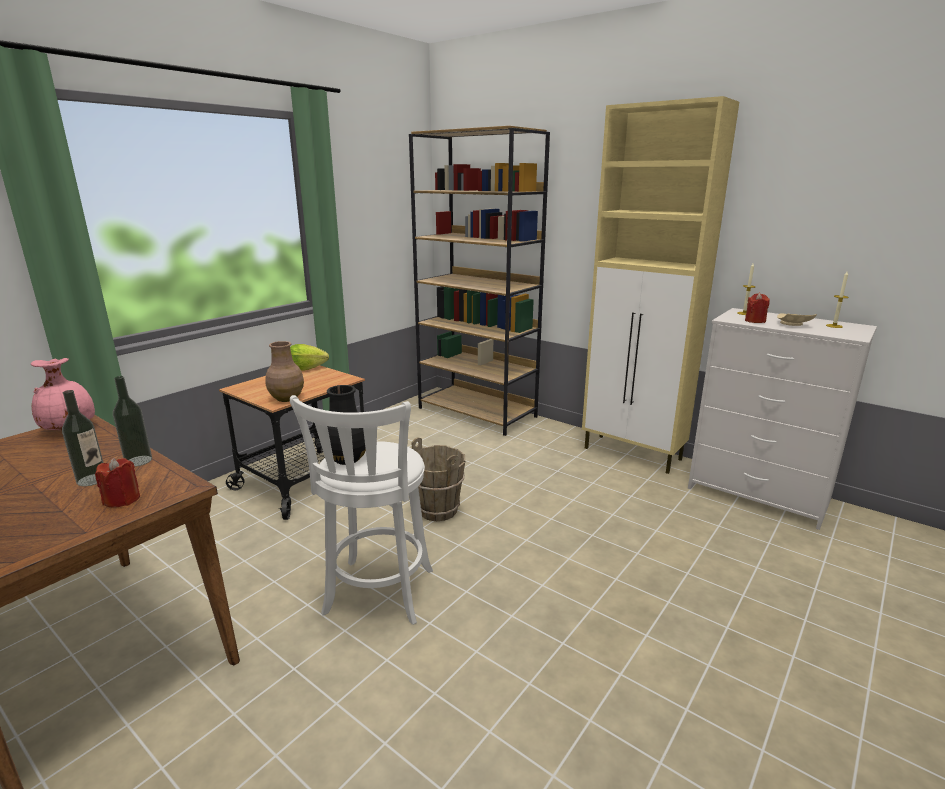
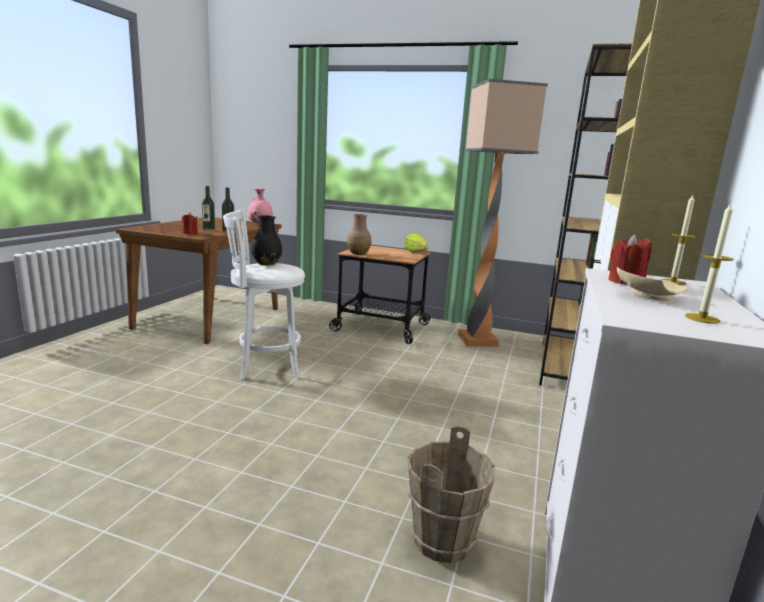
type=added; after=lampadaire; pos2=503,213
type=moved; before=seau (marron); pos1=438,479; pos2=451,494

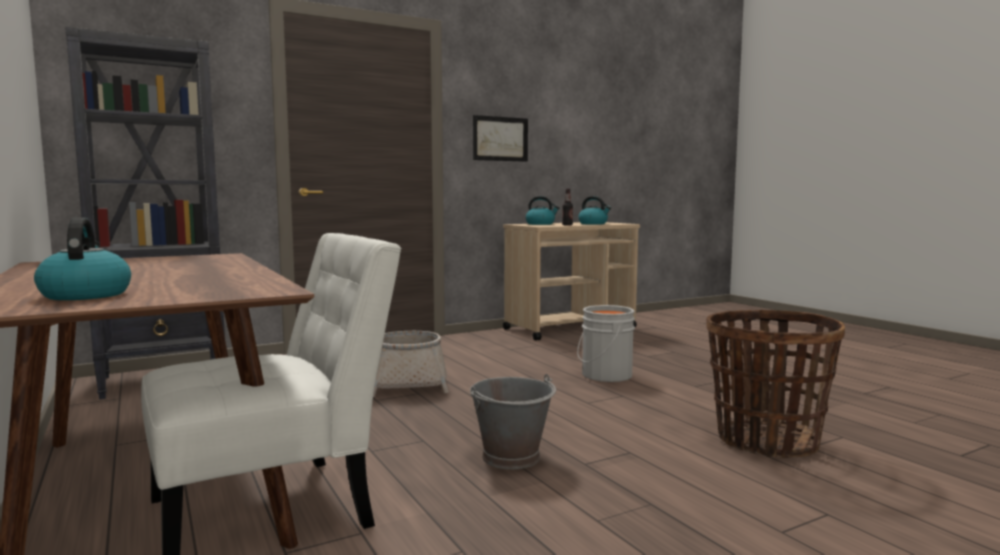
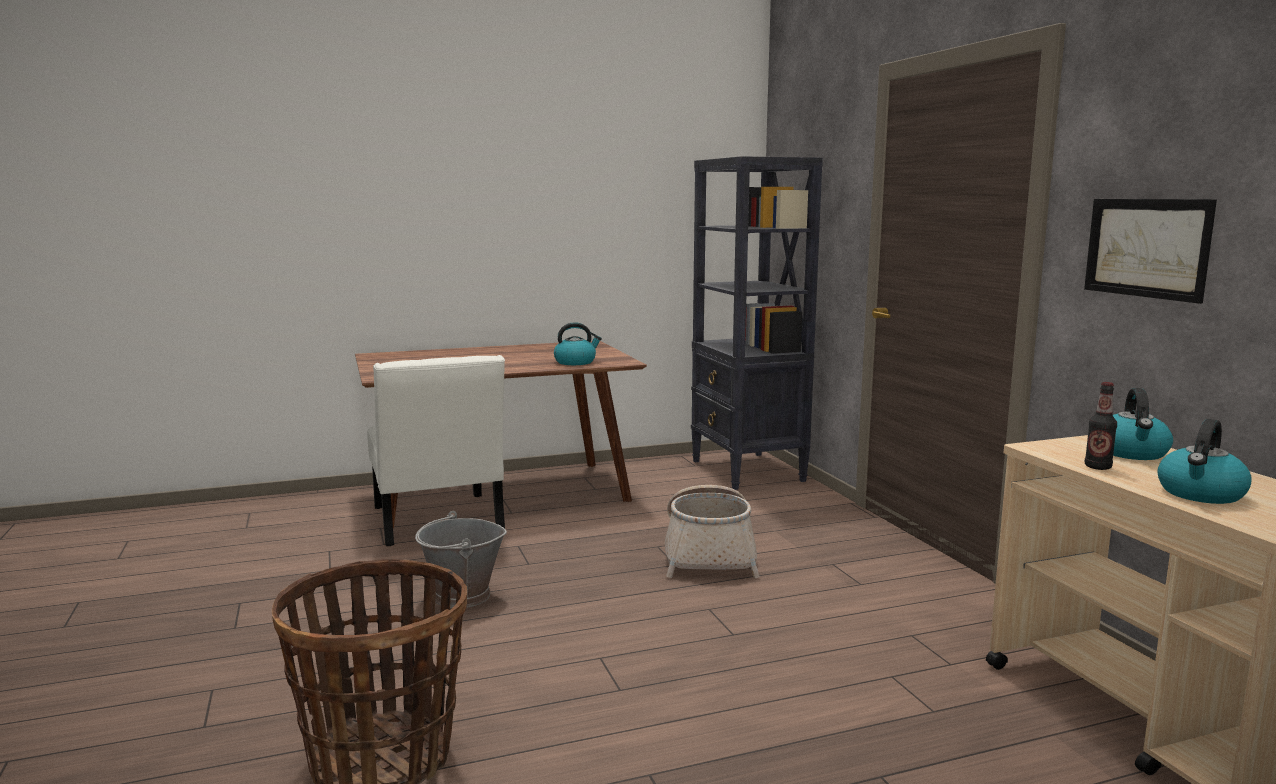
type=removed; before=seau (gris); pos1=606,343
type=moved; before=bouilloire; pos1=82,258; pos2=578,343

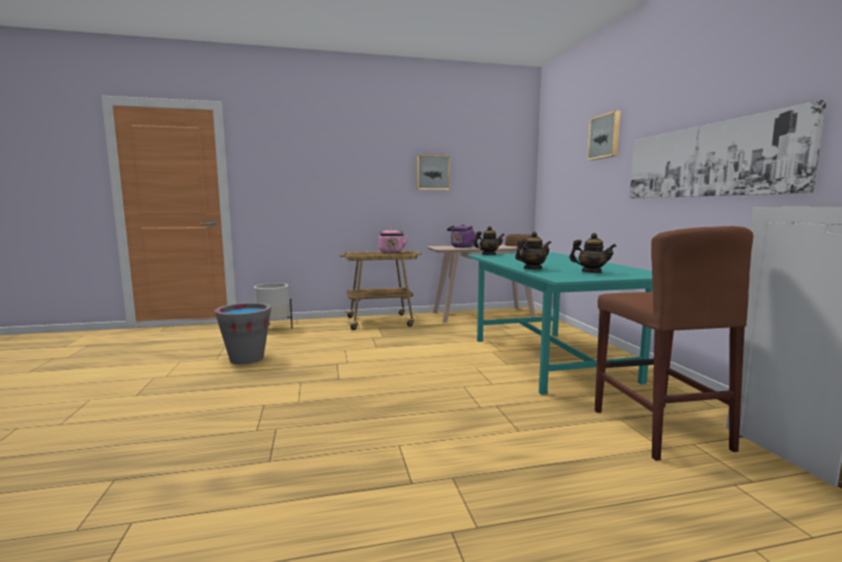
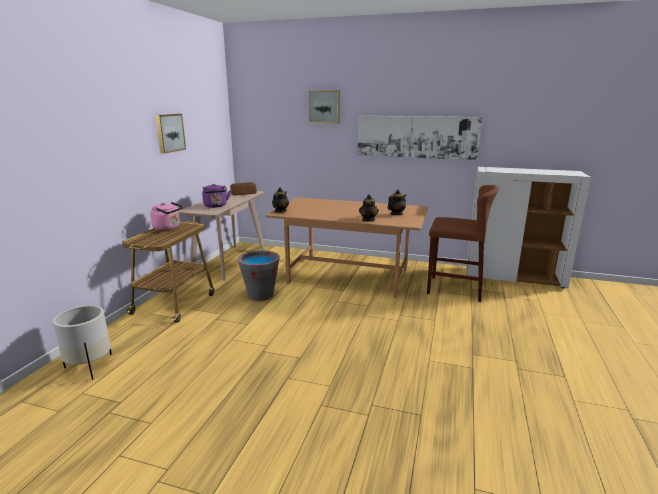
type=moved; before=seau (gris); pos1=243,334; pos2=258,275
type=recoloured; before=table à manger (turquoise); after=table à manger (marron); pos1=560,323; pos2=347,247

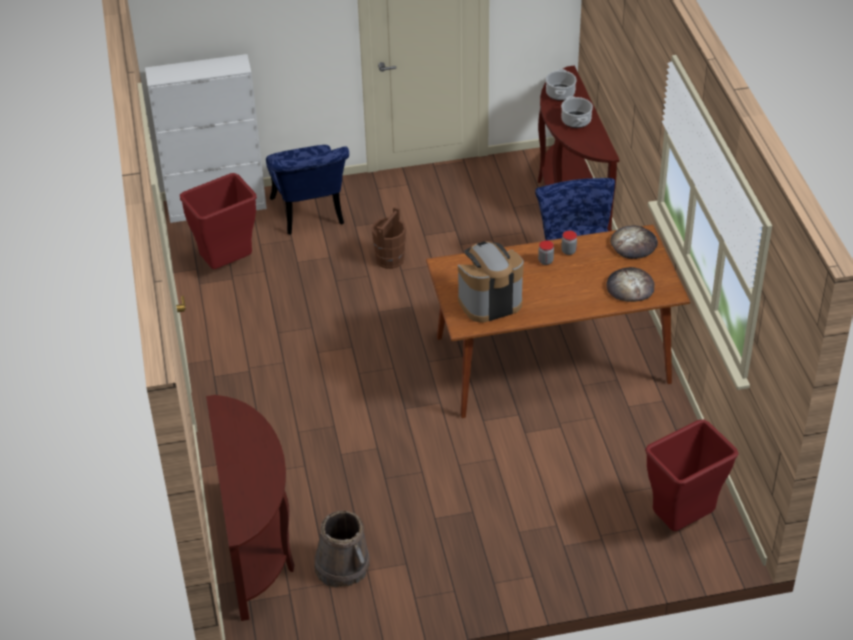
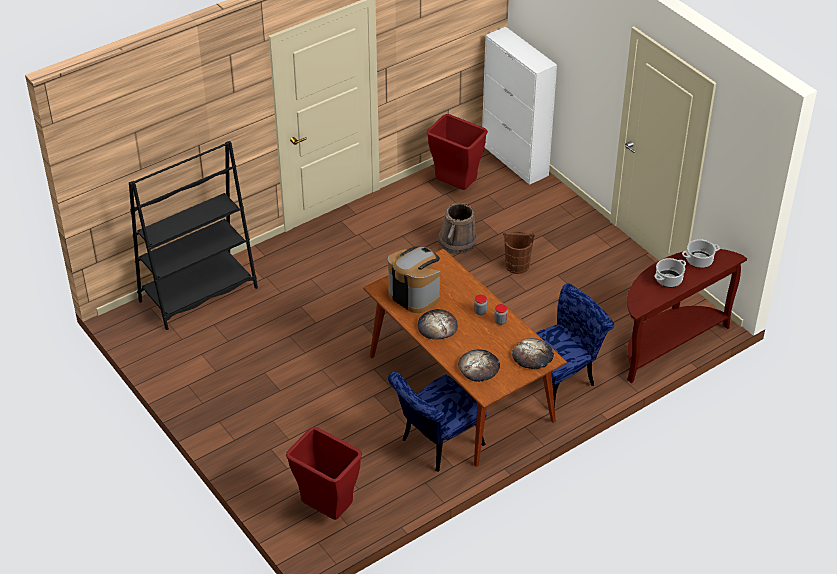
type=added; after=pain; pos2=437,324
type=moved; before=chaise (bleu); pos1=307,190; pos2=437,421
type=moved; before=seau (marron); pos1=342,549; pos2=457,229
type=replaced; before=table console (marron); after=bibliothèque (noir); pos1=250,508; pos2=193,235

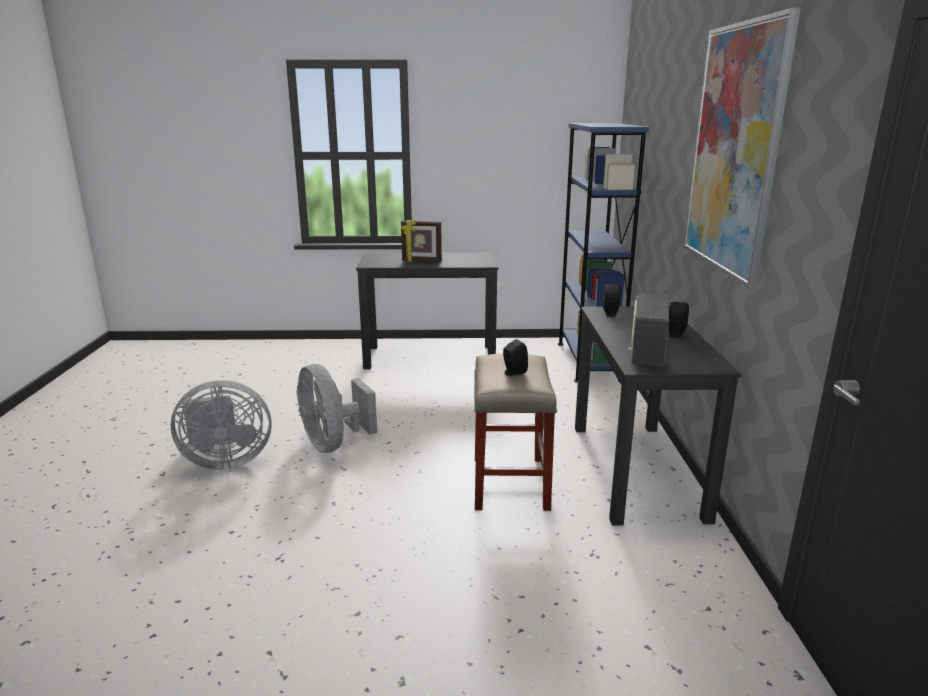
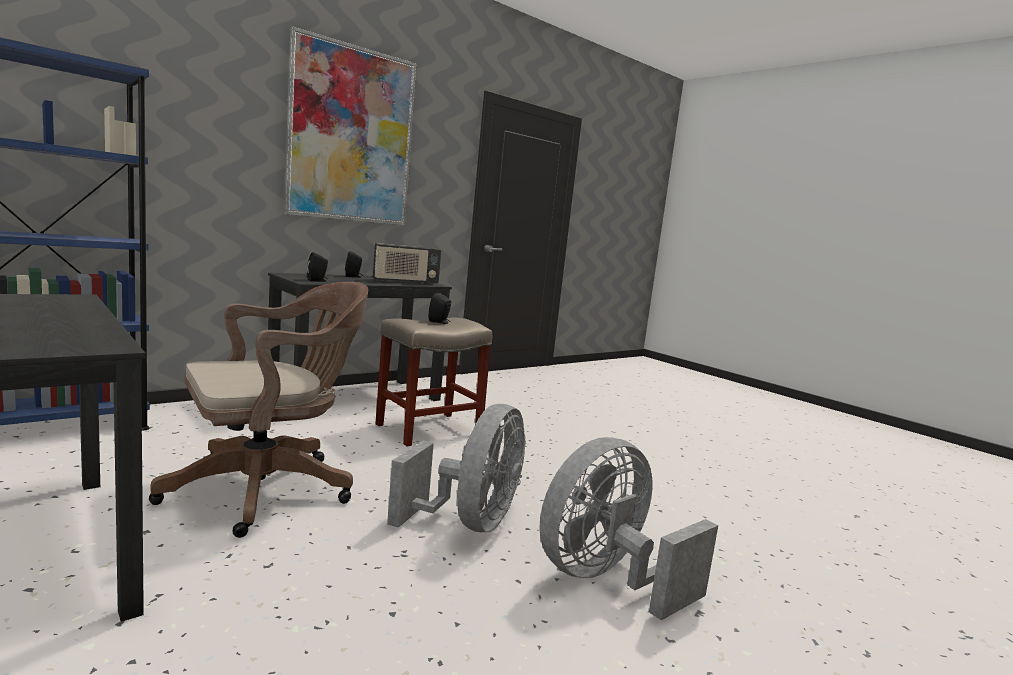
type=removed; before=cadre photo; pos1=421,241
type=added; after=chaise de bureau (marron); pos2=258,410
type=turned; before=ventilateur (gris); pos1=221,425; pos2=628,528; turn=-75

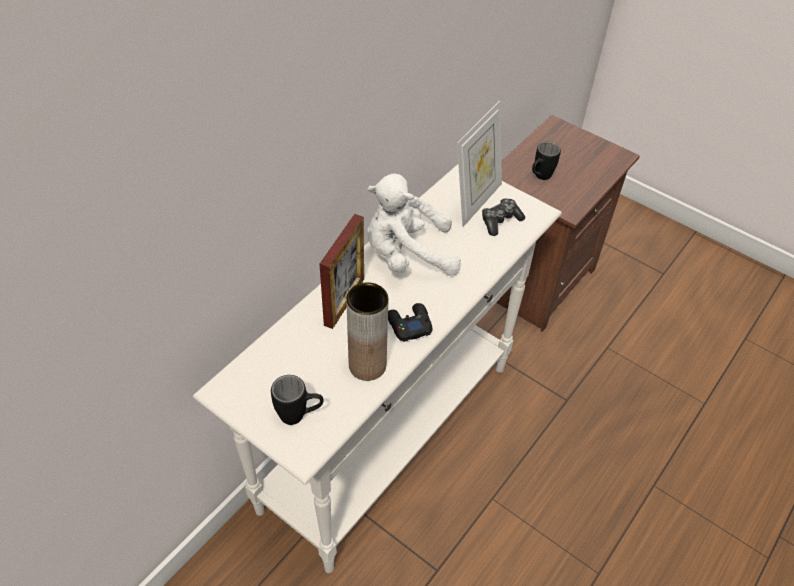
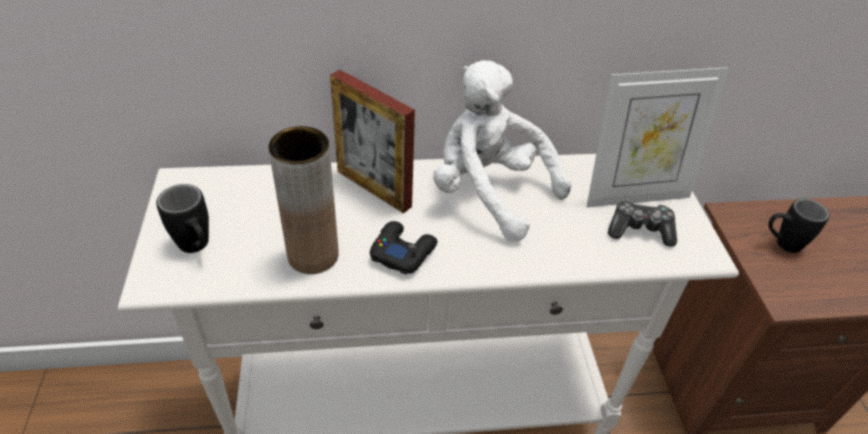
type=turned; before=cadre photo; pos1=341,271; pos2=372,142; turn=60

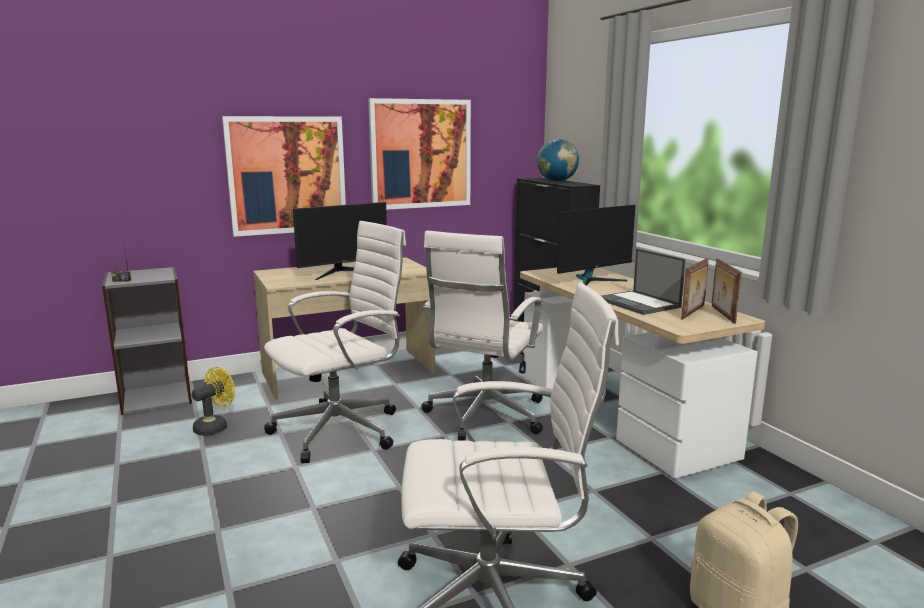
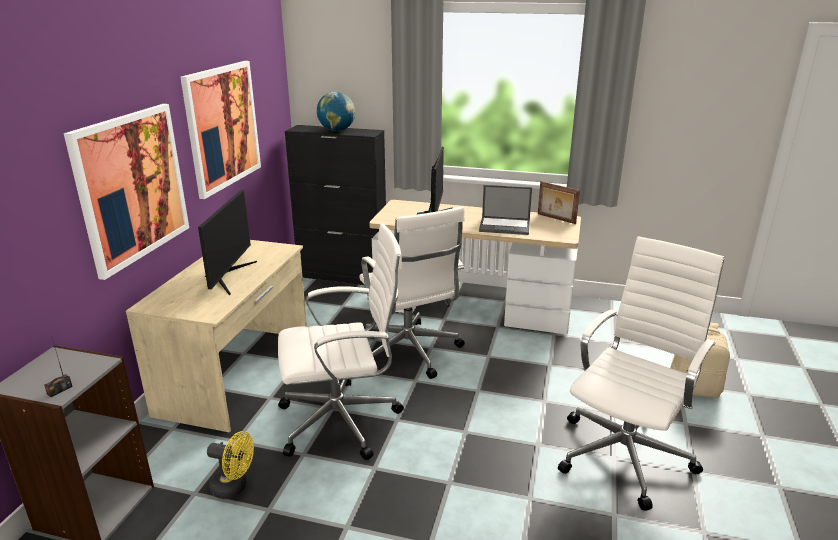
type=removed; before=cadre photo; pos1=694,289
type=turned; before=ventilateur (jaune); pos1=213,401; pos2=230,465; turn=120
type=turned; before=chaise de bureau (blanc); pos1=335,342; pos2=341,341; turn=75

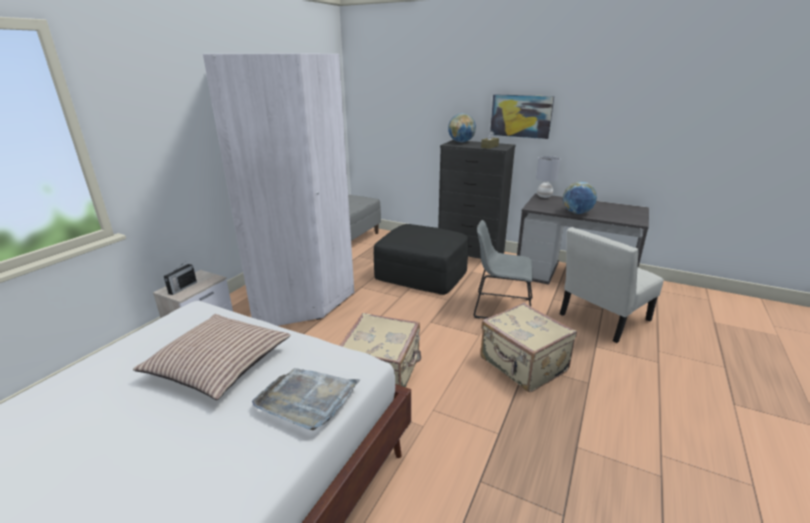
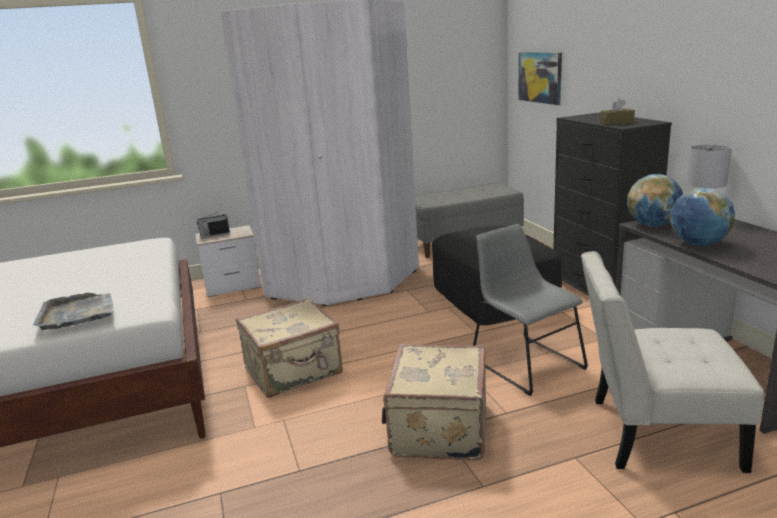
type=removed; before=coussin; pos1=211,357
type=moved; before=globe; pos1=462,127; pos2=655,200
type=moved; before=tableau; pos1=522,116; pos2=540,78

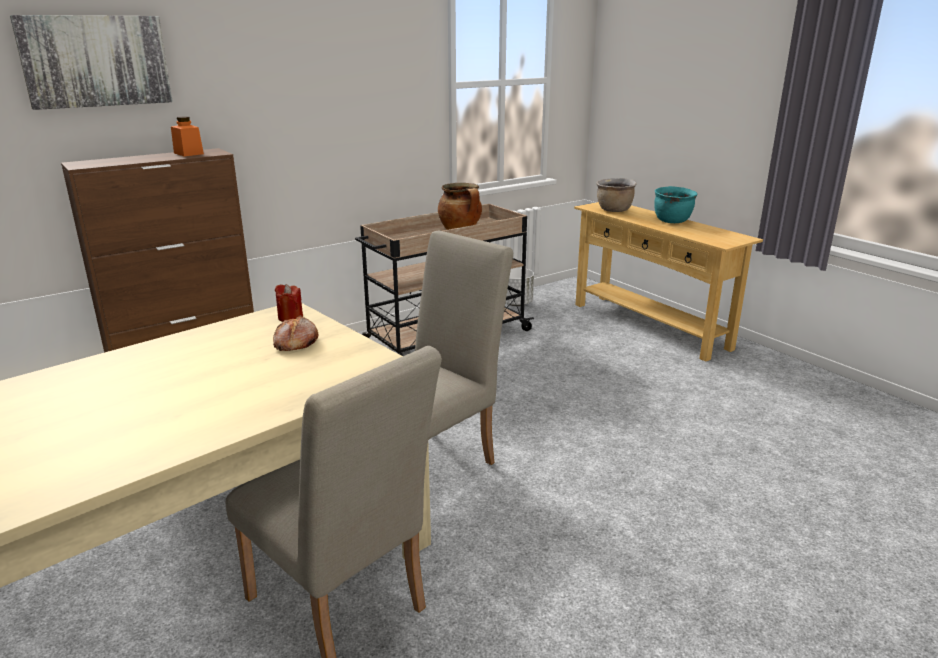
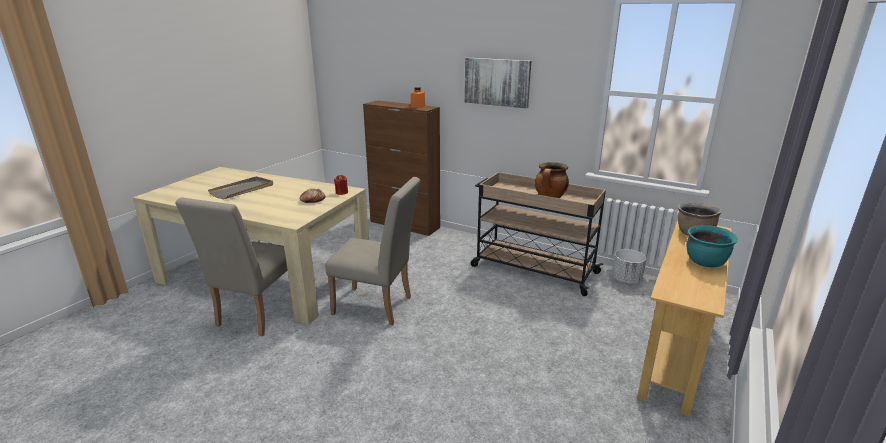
type=added; after=plateau (gris); pos2=240,187
type=moved; before=tableau; pos1=91,62; pos2=497,83

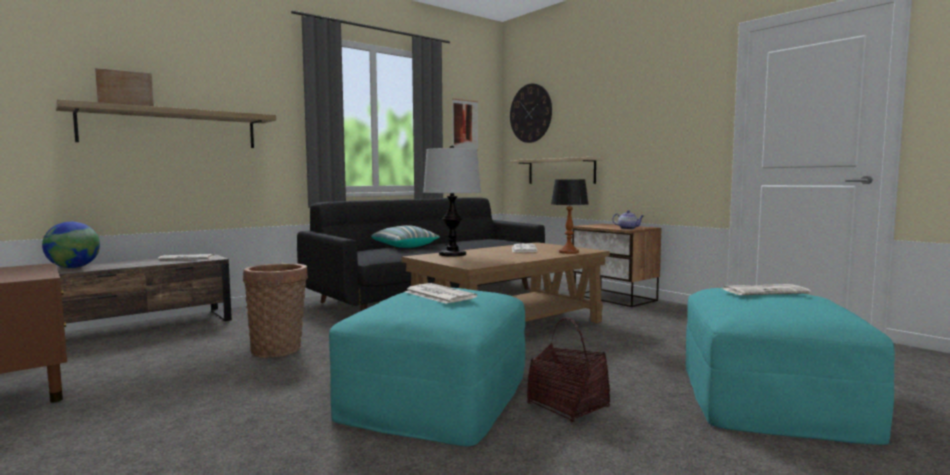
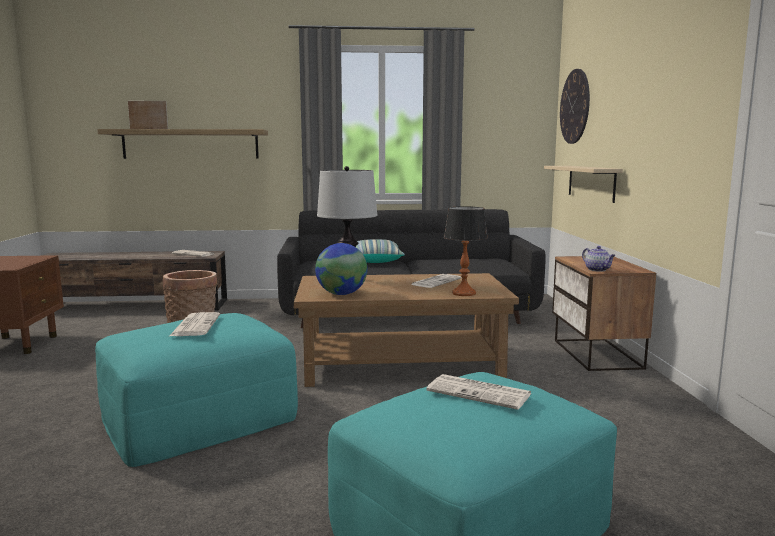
type=removed; before=tableau; pos1=465,124
type=removed; before=panier; pos1=568,369
type=moved; before=globe; pos1=71,245; pos2=341,269

